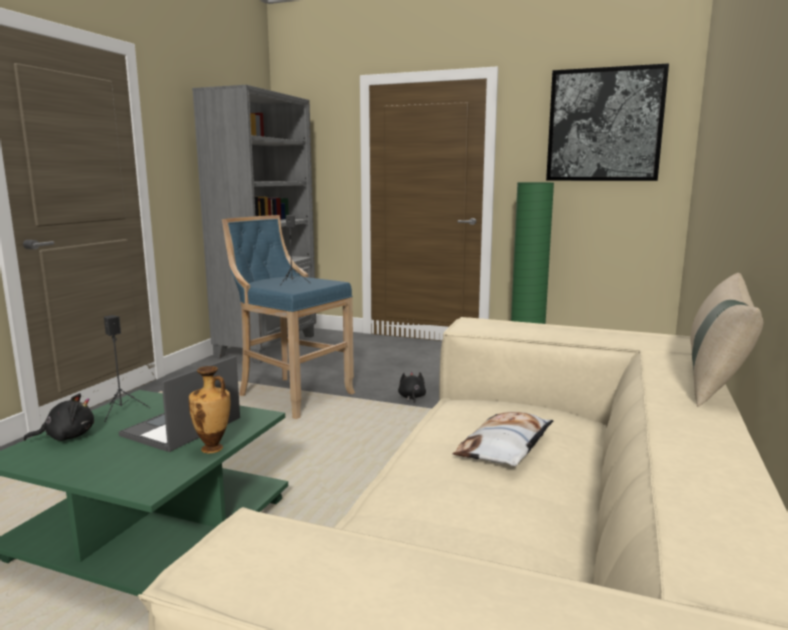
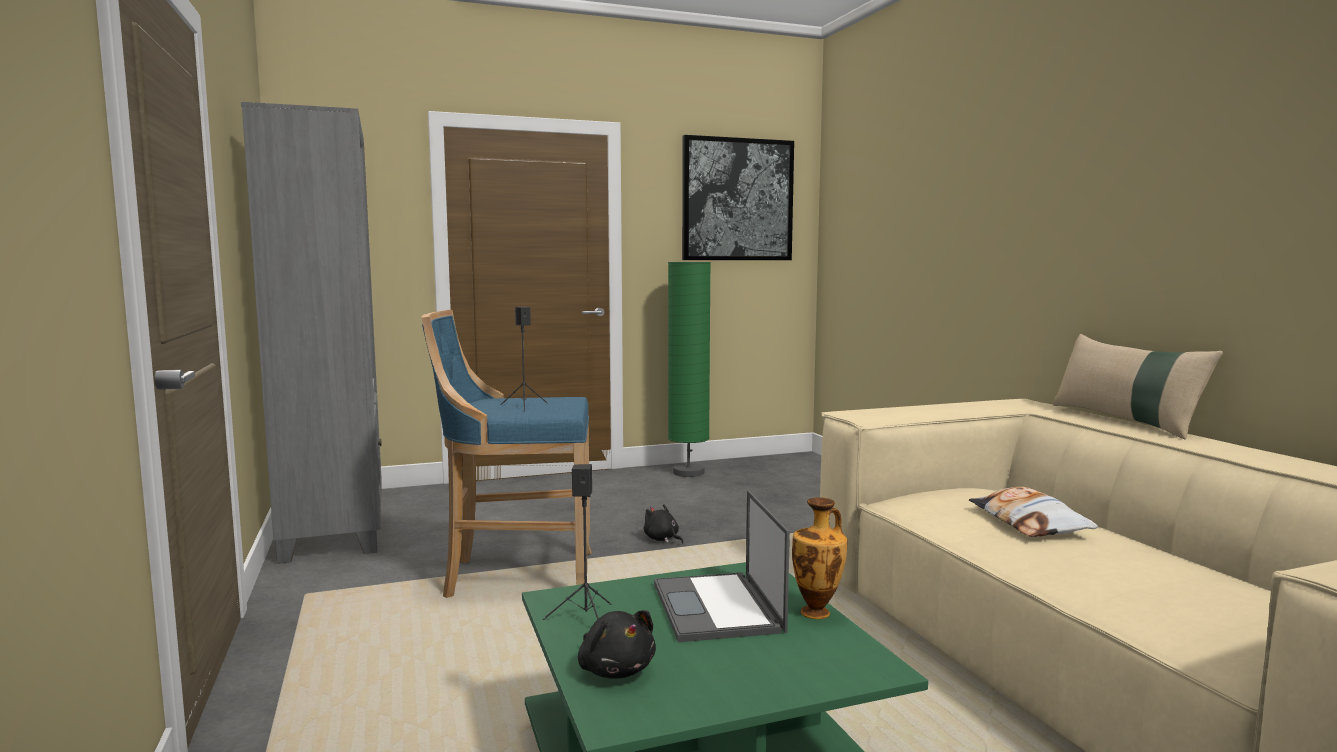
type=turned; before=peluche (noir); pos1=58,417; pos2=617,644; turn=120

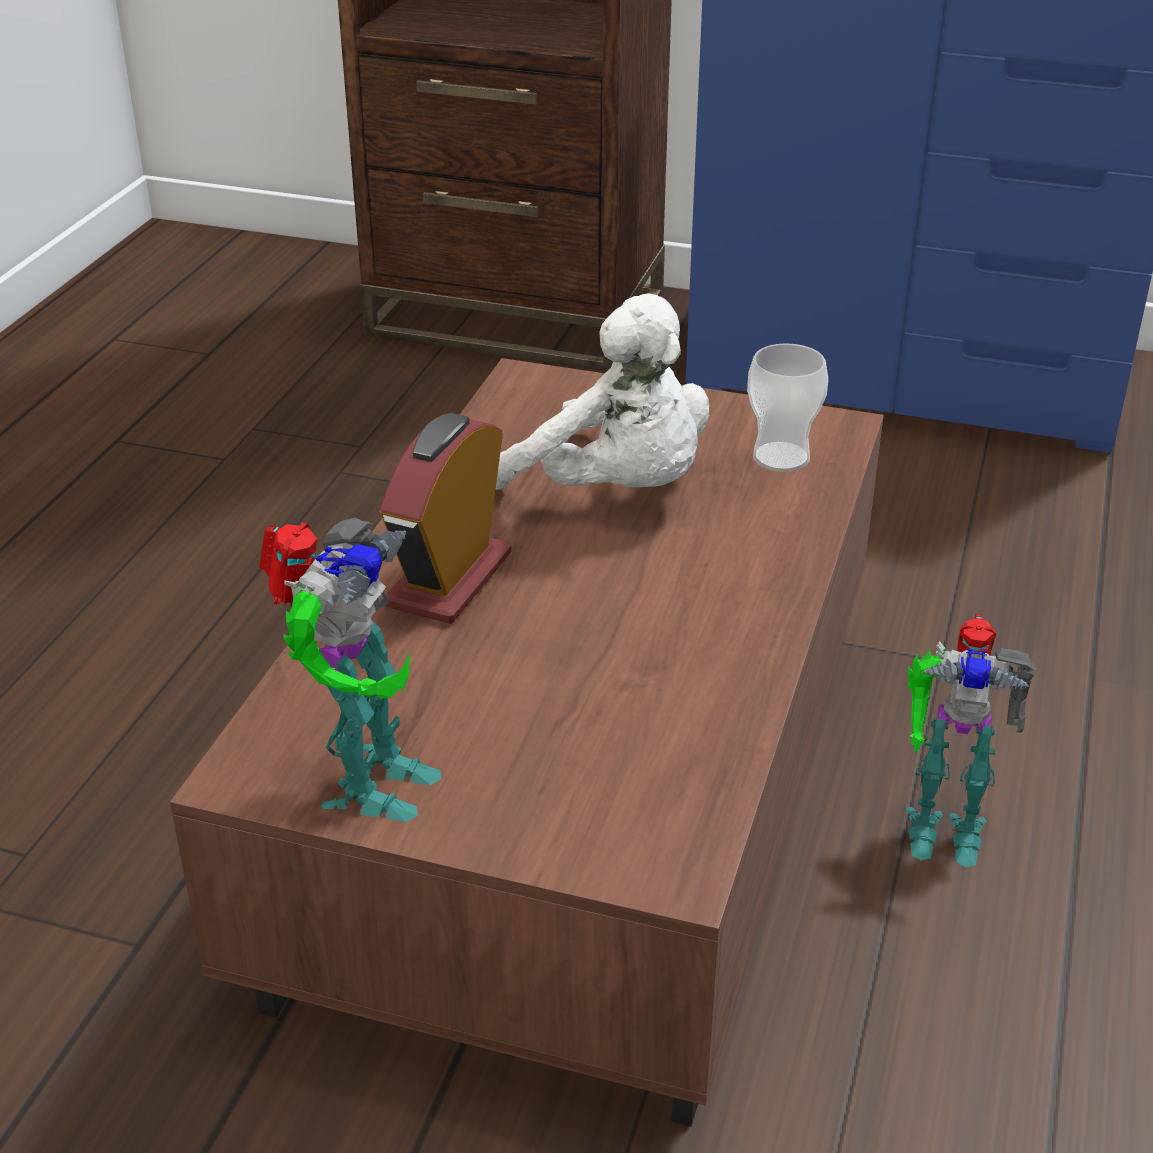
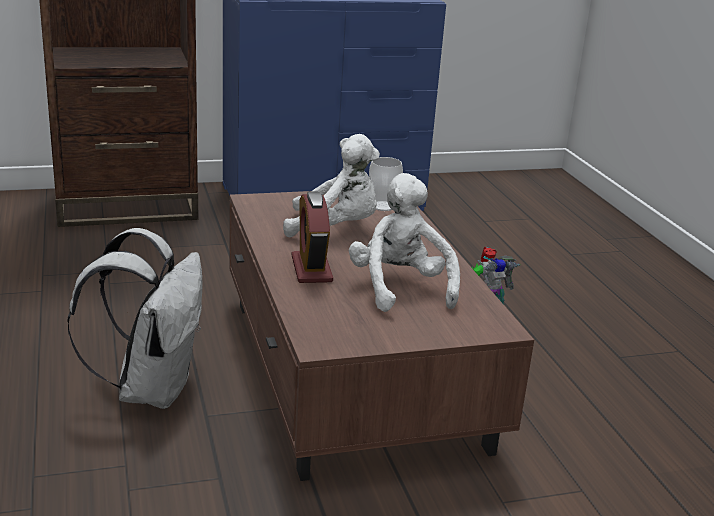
type=removed; before=robot jouet; pos1=350,670
type=added; after=sac à dos (blanc); pos2=135,318
type=added; after=peluche (blanc); pos2=404,242

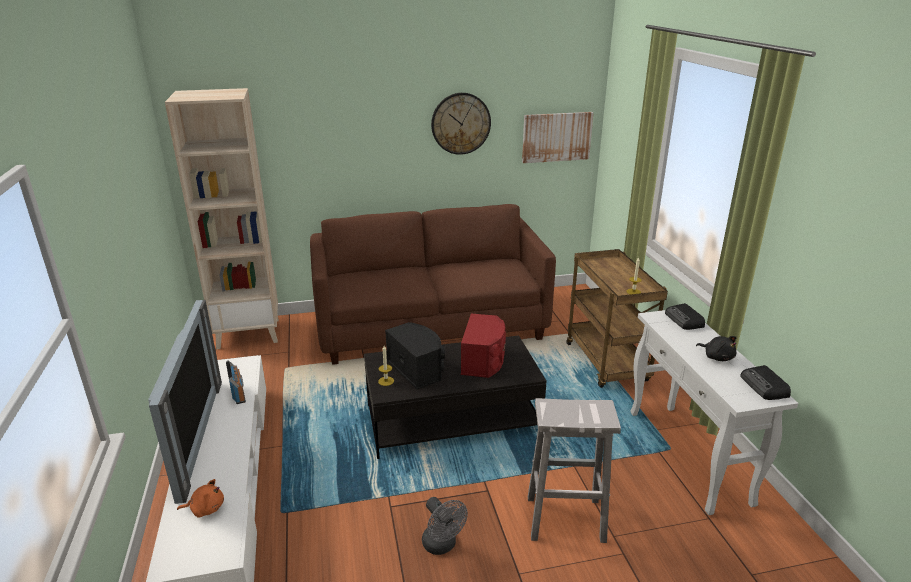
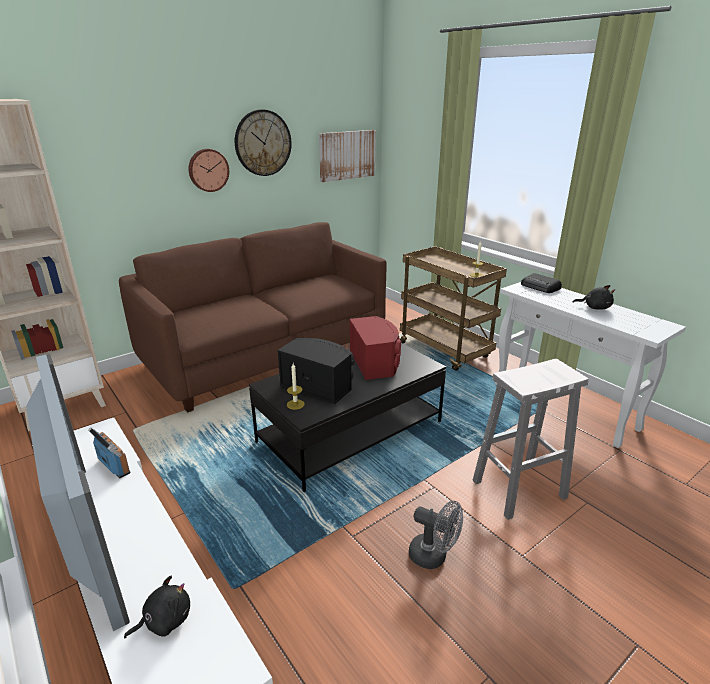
type=removed; before=radio; pos1=765,382
type=added; after=horloge murale; pos2=208,170
type=recoloured; before=peluche (orange); after=peluche (noir); pos1=200,498; pos2=157,607

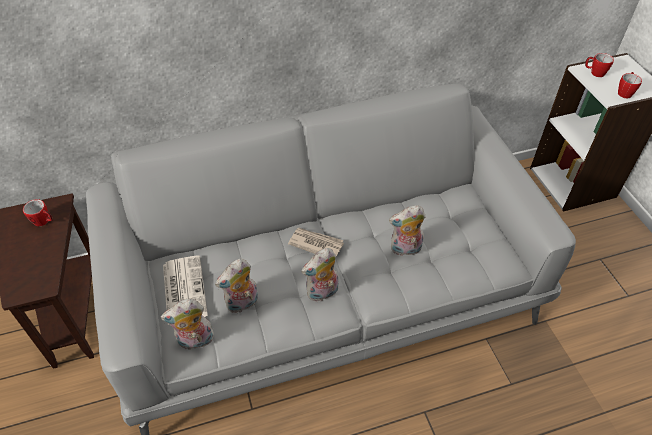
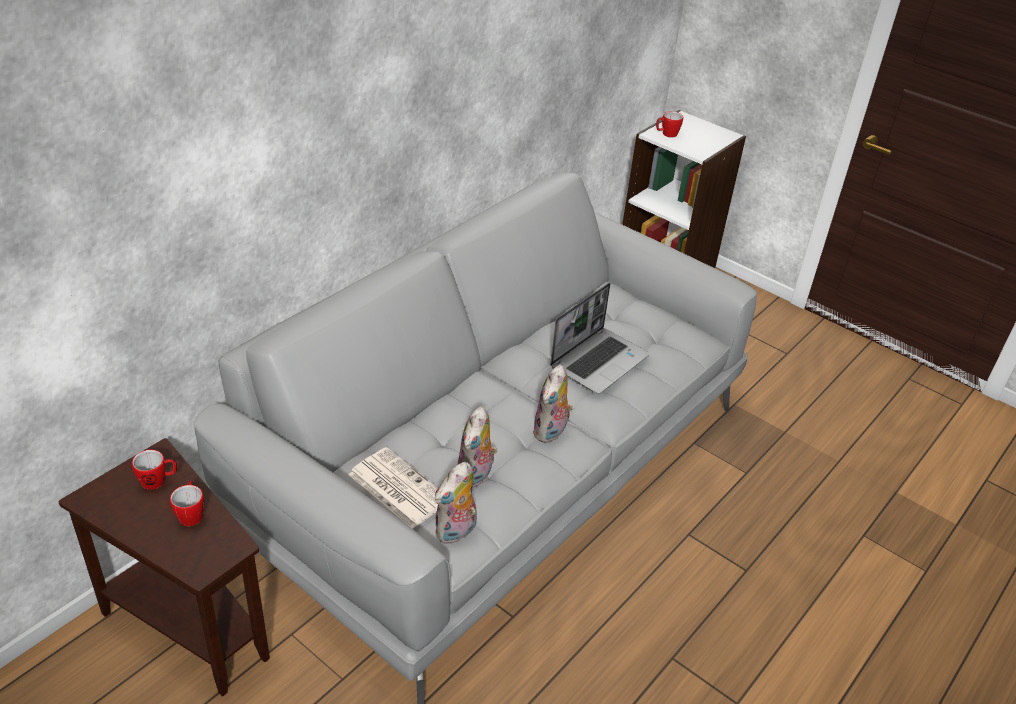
type=removed; before=journal; pos1=316,241
type=moved; before=mug; pos1=630,85; pos2=187,503
type=replaced; before=peluche; after=ordinateur portable; pos1=407,230; pos2=600,338

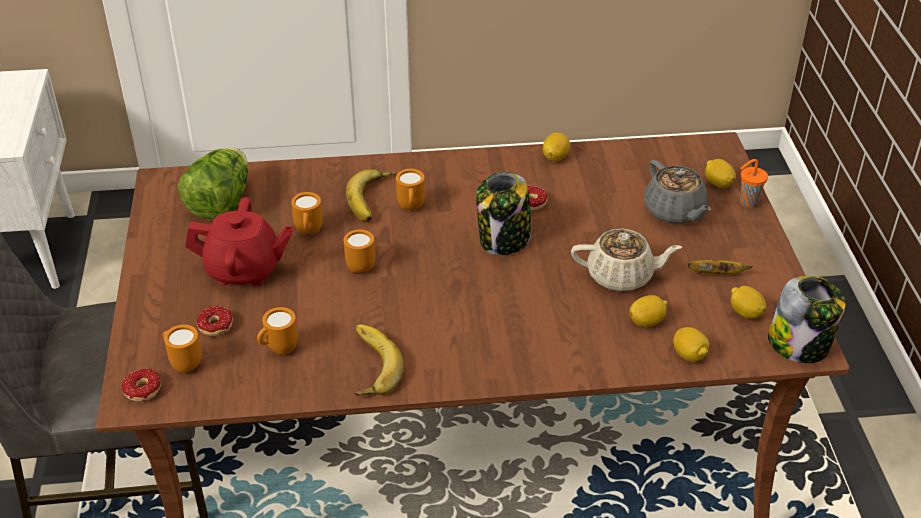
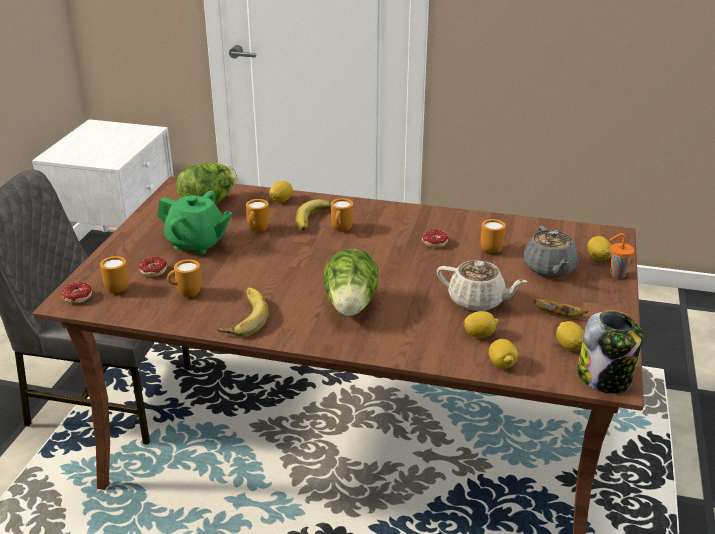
type=removed; before=bocal; pos1=504,213
type=added; after=laitue; pos2=351,282
type=moved; before=mug (orange); pos1=359,251; pos2=493,236
type=moved; before=citron; pos1=556,146; pos2=281,191
type=recoloured; before=théière (rouge); after=théière (vert); pos1=240,241; pos2=194,223

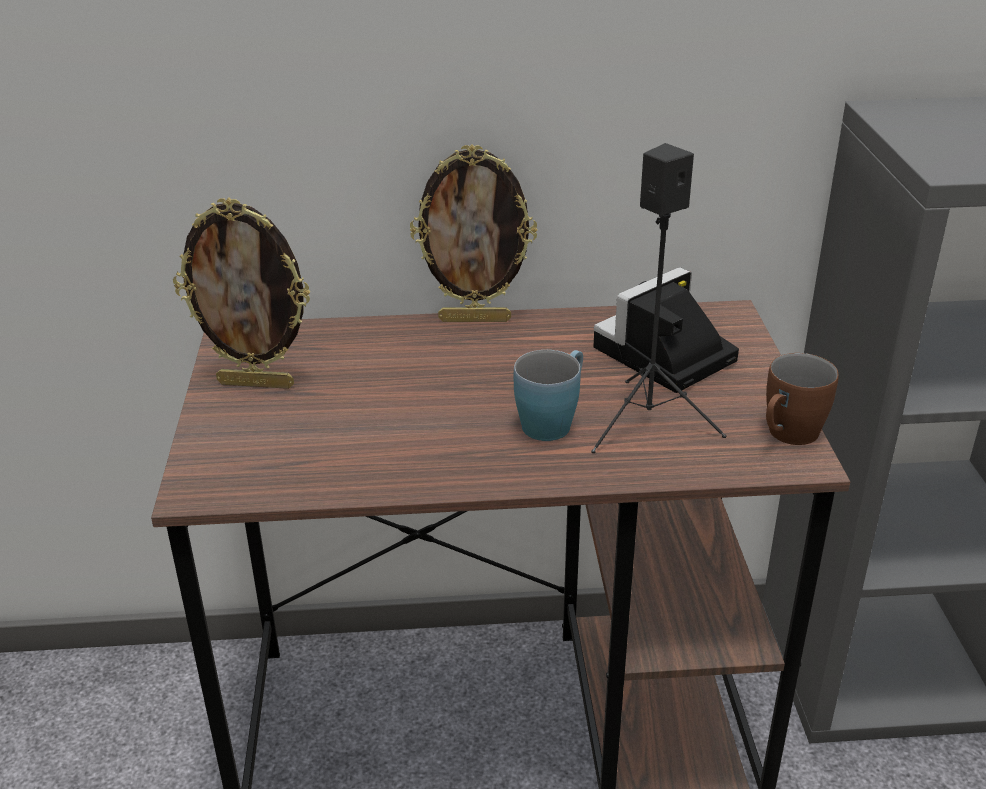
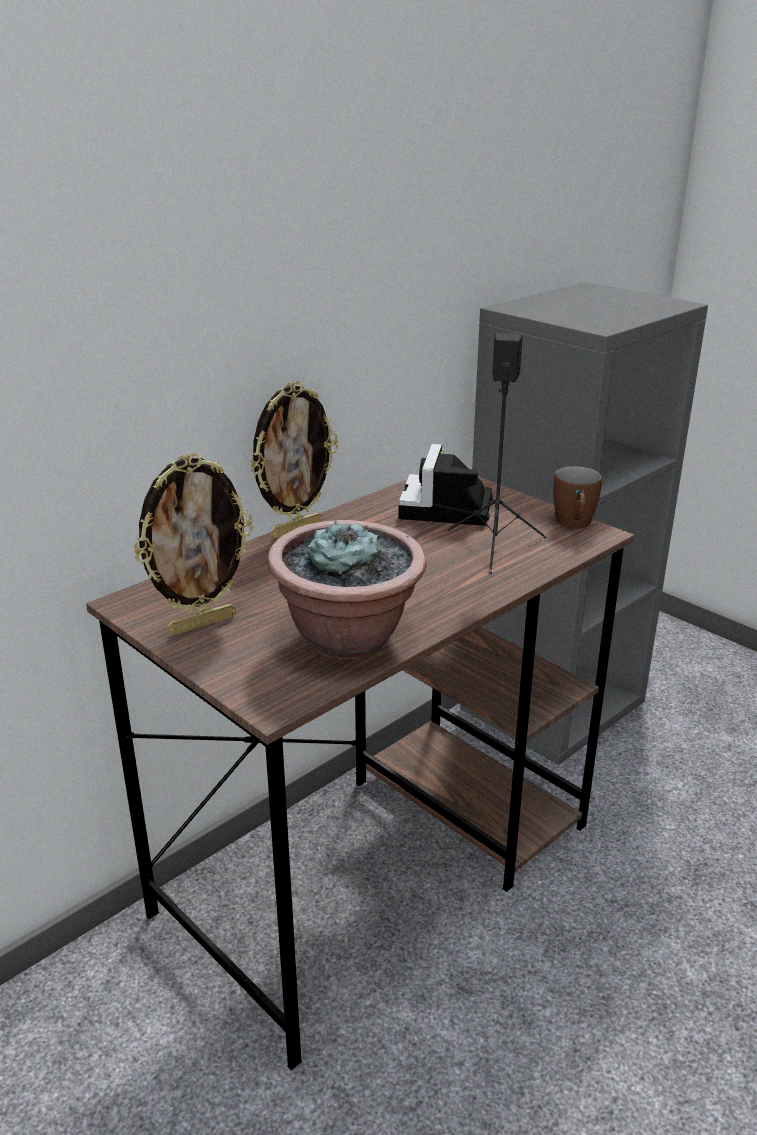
type=removed; before=mug (bleu); pos1=548,395
type=added; after=plante en pot; pos2=347,589

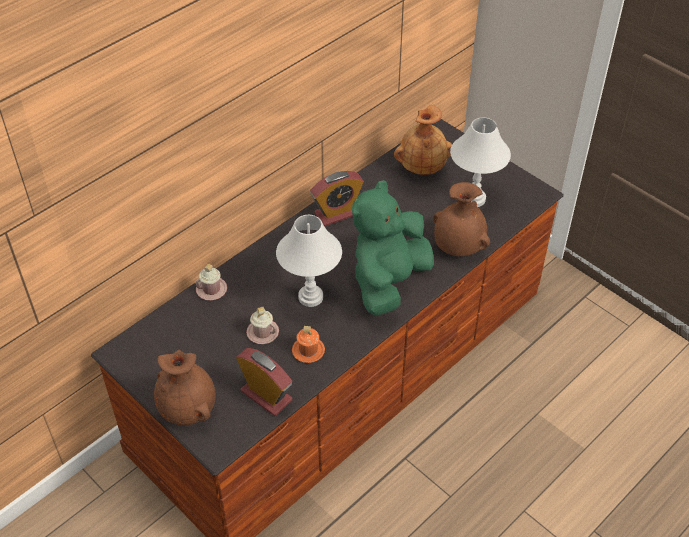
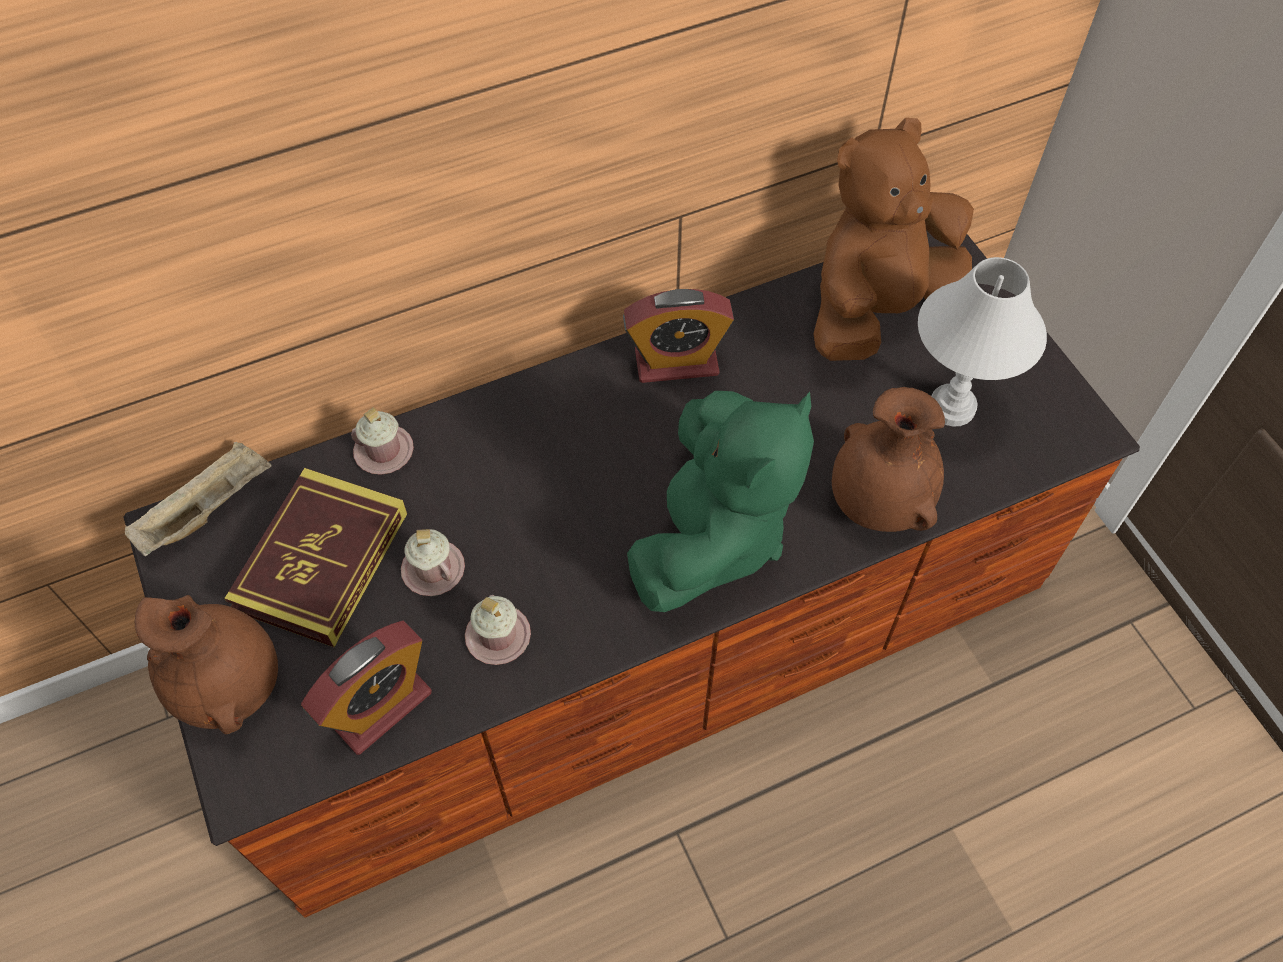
type=removed; before=lampe de table (blanc); pos1=309,261
type=added; after=plateau (beige); pos2=198,499
type=added; after=livre; pos2=315,557
type=replaced; before=vase (marron); after=peluche (marron); pos1=423,140; pos2=893,239
type=recoloured; before=mug (orange); after=mug (rose); pos1=308,344; pos2=498,630
type=turned; before=réveil; pos1=264,382; pos2=366,688; turn=75
type=turned; before=peluche (vert); pos1=393,248; pos2=720,501; turn=150

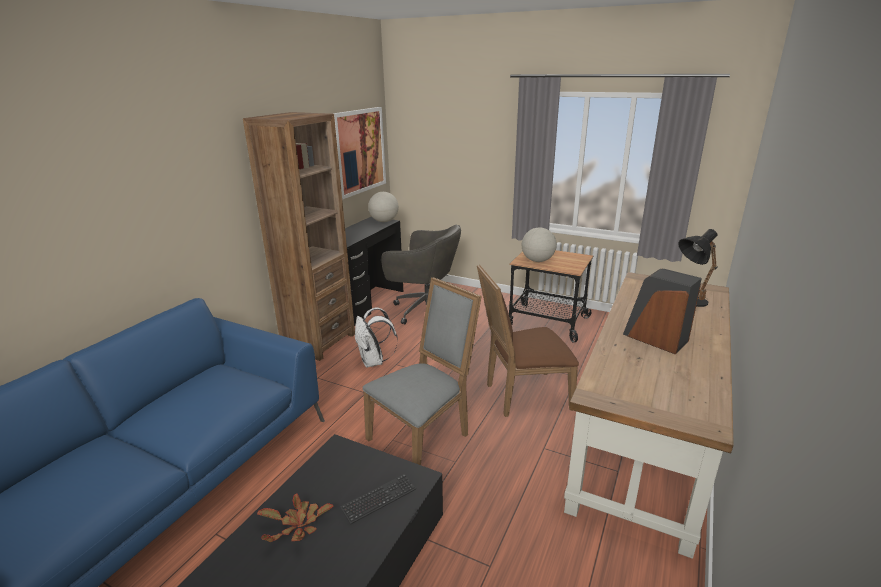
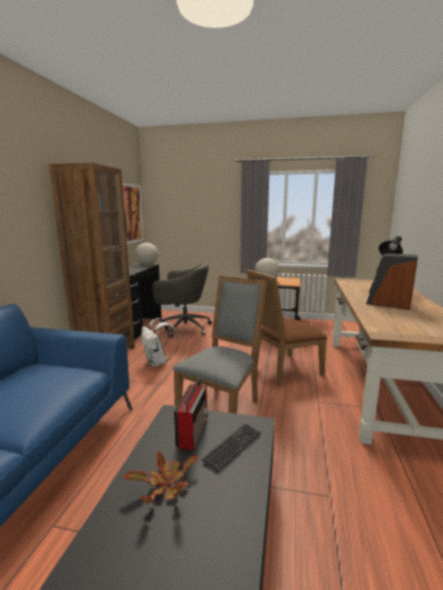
type=added; after=radio; pos2=190,414

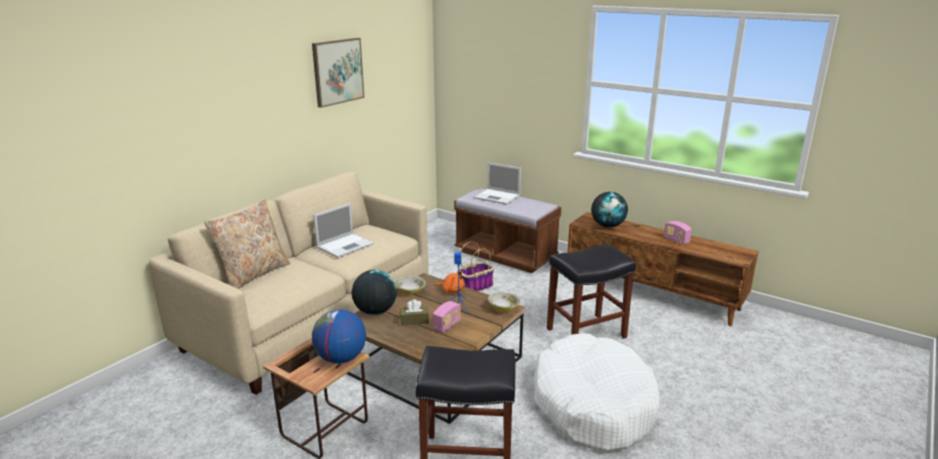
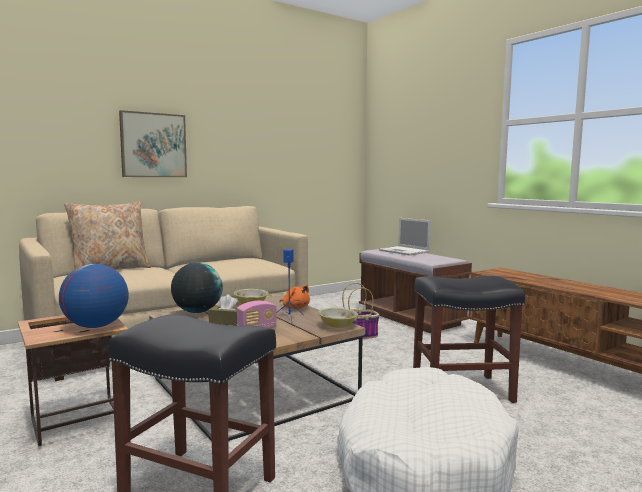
type=removed; before=ordinateur portable; pos1=343,230
type=removed; before=globe; pos1=609,210
type=removed; before=radio; pos1=678,233
type=moved; before=tableau; pos1=338,73; pos2=153,143

